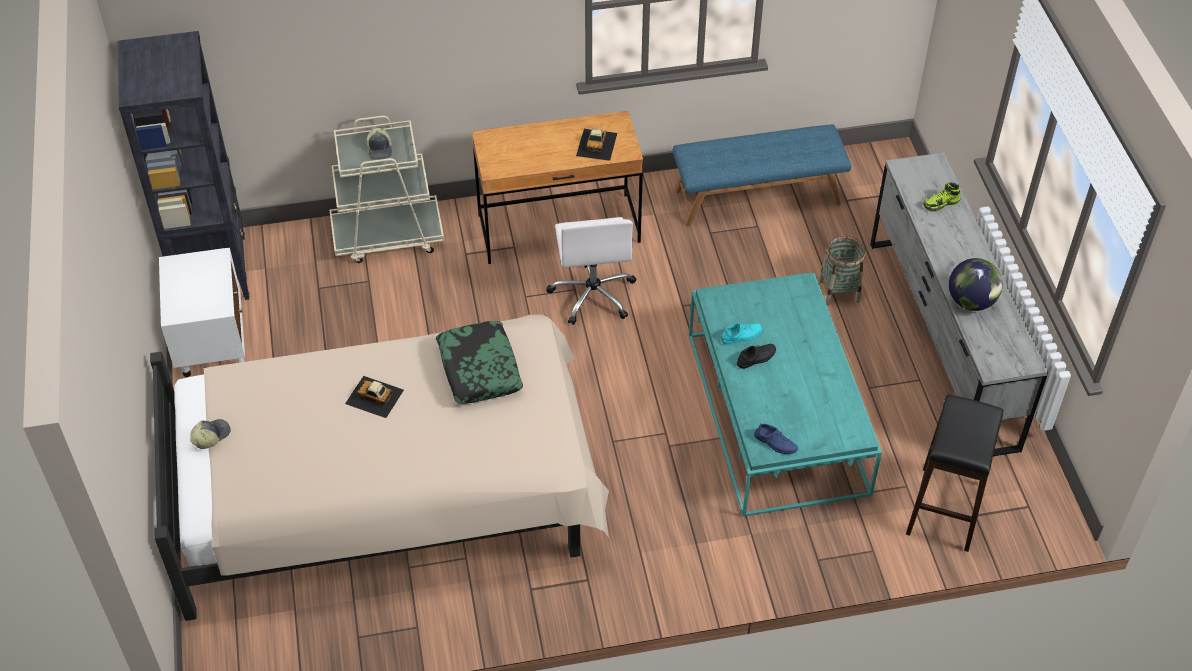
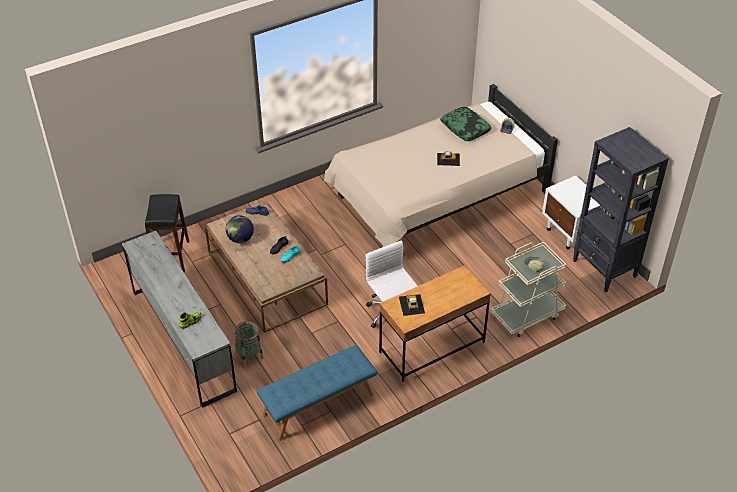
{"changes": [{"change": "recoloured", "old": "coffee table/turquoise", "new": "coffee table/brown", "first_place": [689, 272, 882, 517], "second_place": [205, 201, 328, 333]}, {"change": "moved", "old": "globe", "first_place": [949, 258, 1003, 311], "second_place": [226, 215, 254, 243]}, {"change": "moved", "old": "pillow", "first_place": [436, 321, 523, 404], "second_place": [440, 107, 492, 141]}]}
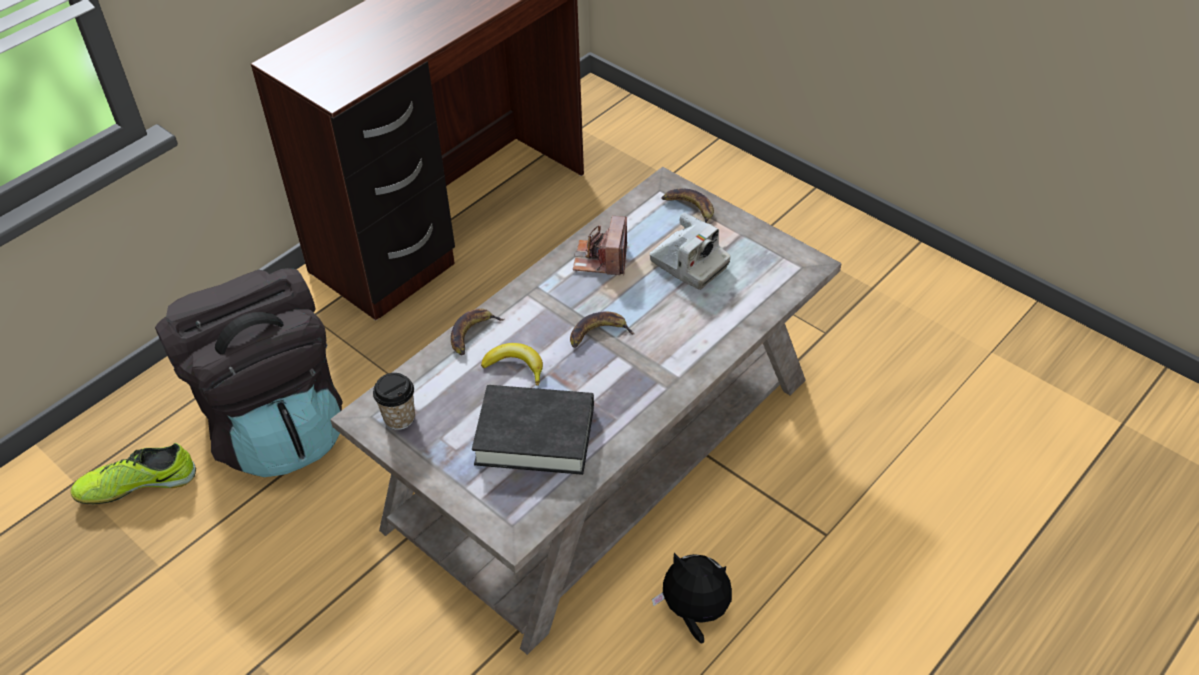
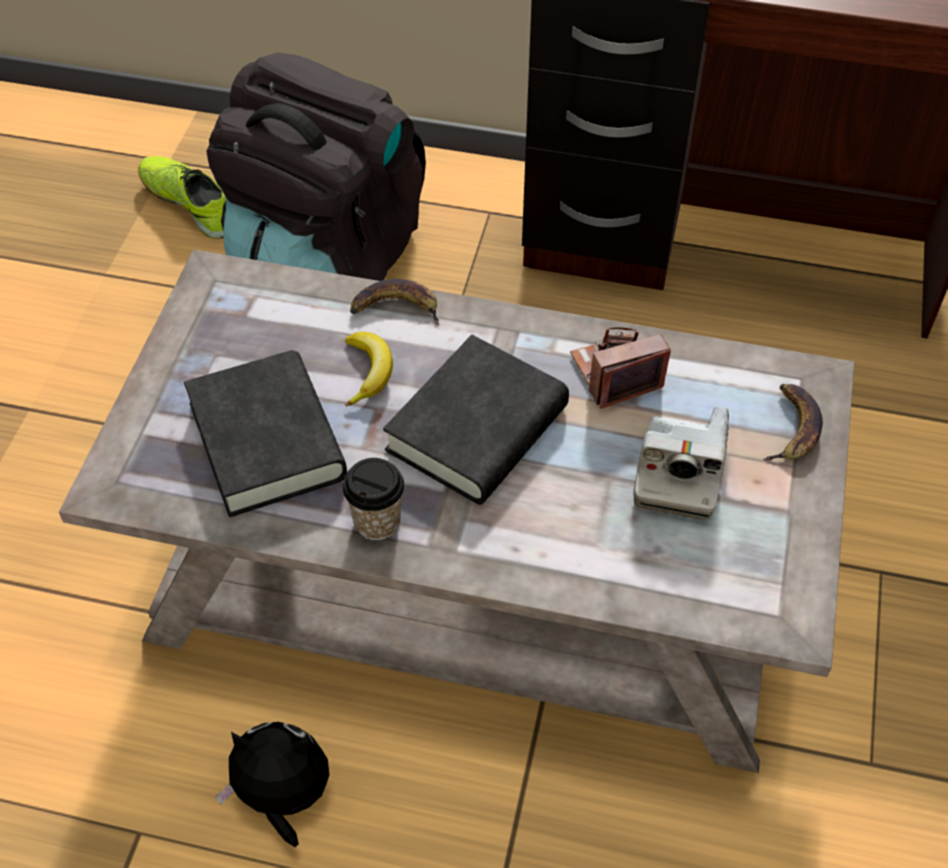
{"changes": [{"change": "turned", "old": "plush toy", "first_place": [652, 553, 732, 644], "second_place": [215, 722, 329, 847], "degrees": -75}, {"change": "moved", "old": "cup", "first_place": [373, 373, 415, 430], "second_place": [343, 458, 404, 540]}, {"change": "replaced", "old": "banana", "new": "book/black", "first_place": [570, 311, 634, 348], "second_place": [383, 335, 569, 505]}]}
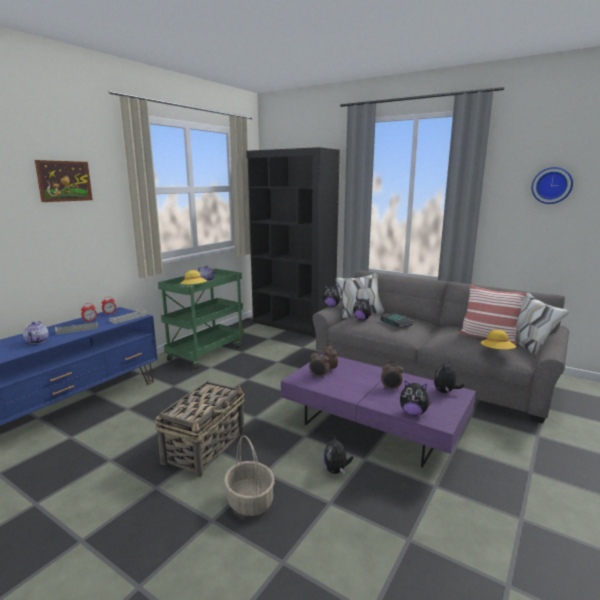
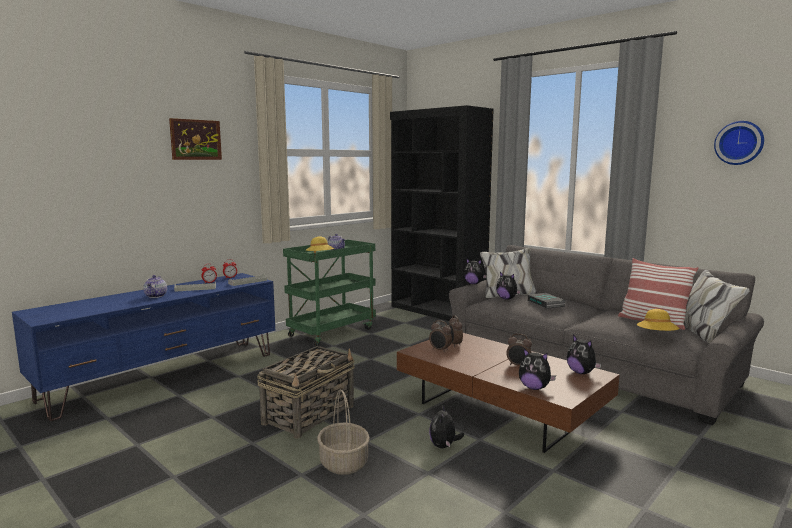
{"changes": [{"change": "recoloured", "old": "coffee table/purple", "new": "coffee table/brown", "first_place": [281, 354, 476, 468], "second_place": [397, 333, 620, 453]}, {"change": "turned", "old": "plush toy", "first_place": [434, 359, 464, 393], "second_place": [567, 335, 601, 374], "degrees": -75}]}
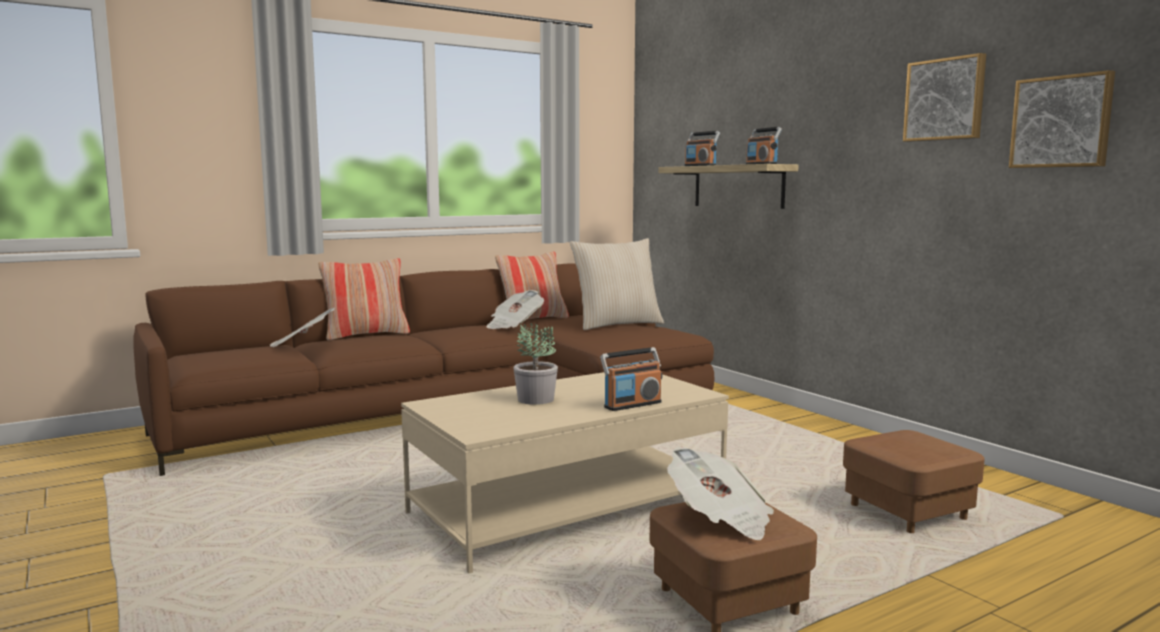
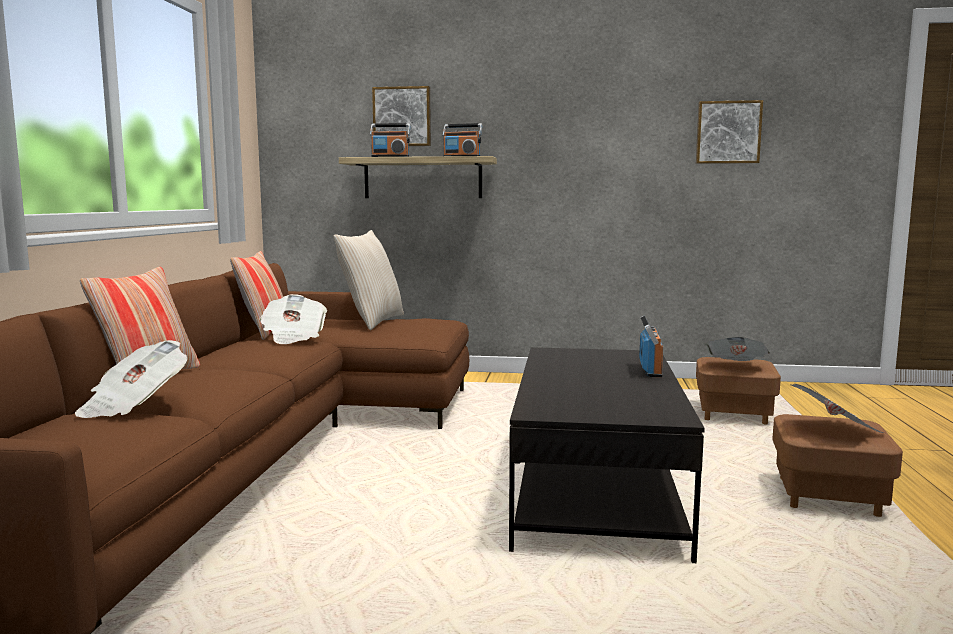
{"changes": [{"change": "moved", "old": "picture", "first_place": [903, 53, 986, 142], "second_place": [372, 86, 431, 146]}, {"change": "recoloured", "old": "coffee table/beige", "new": "coffee table/black", "first_place": [401, 372, 729, 573], "second_place": [509, 347, 705, 563]}, {"change": "added", "new": "newspaper", "second_place": [704, 337, 770, 361]}, {"change": "removed", "old": "potted plant", "first_place": [513, 322, 558, 405]}]}
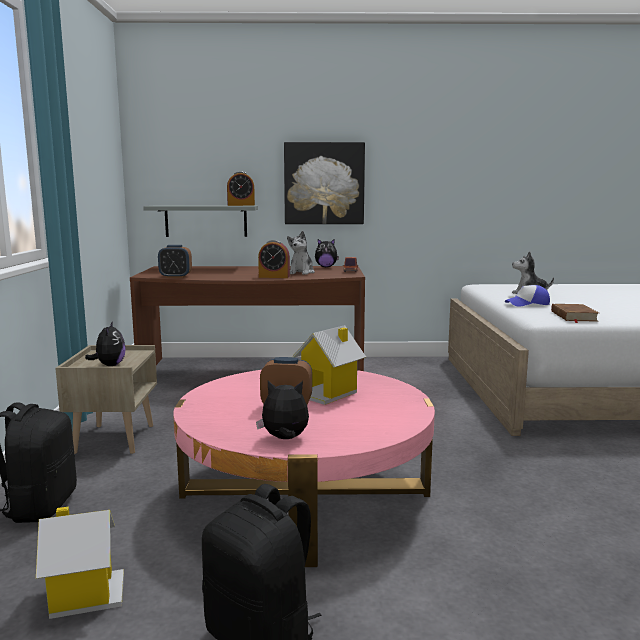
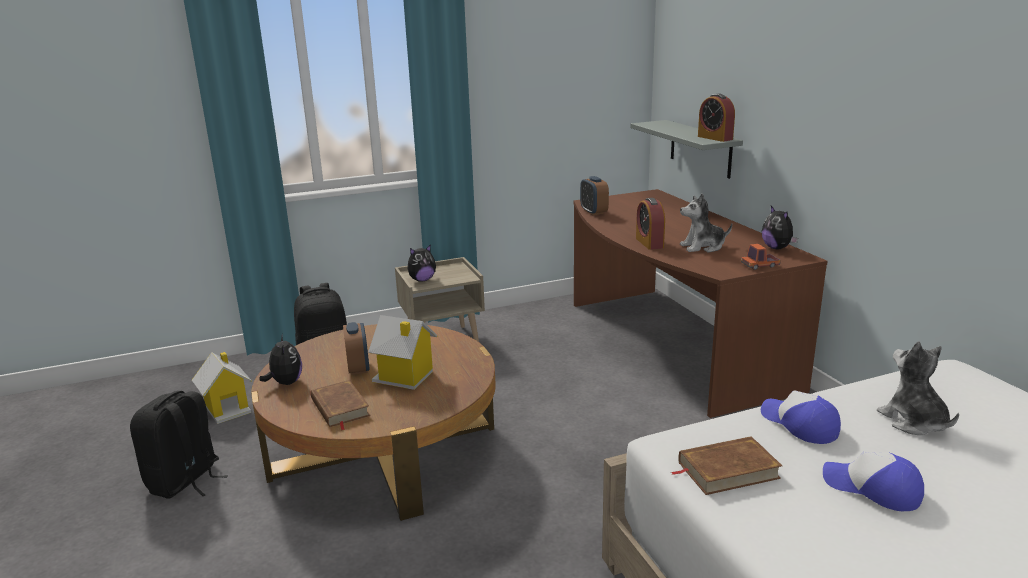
{"changes": [{"change": "recoloured", "old": "coffee table/pink", "new": "coffee table/brown", "first_place": [173, 370, 435, 567], "second_place": [251, 324, 496, 521]}, {"change": "added", "new": "book/brown", "second_place": [311, 380, 370, 431]}, {"change": "added", "new": "cap", "second_place": [823, 452, 924, 511]}, {"change": "removed", "old": "picture", "first_place": [284, 142, 365, 224]}]}
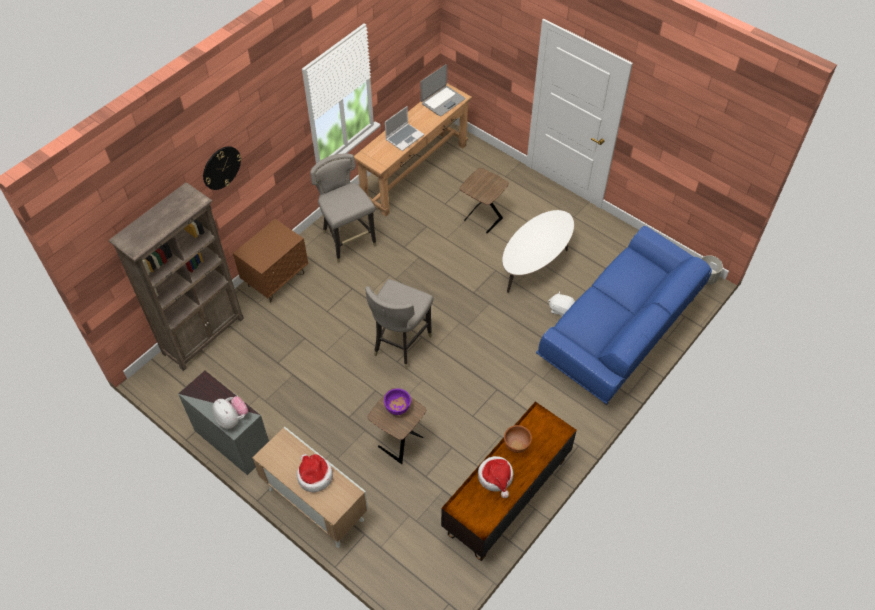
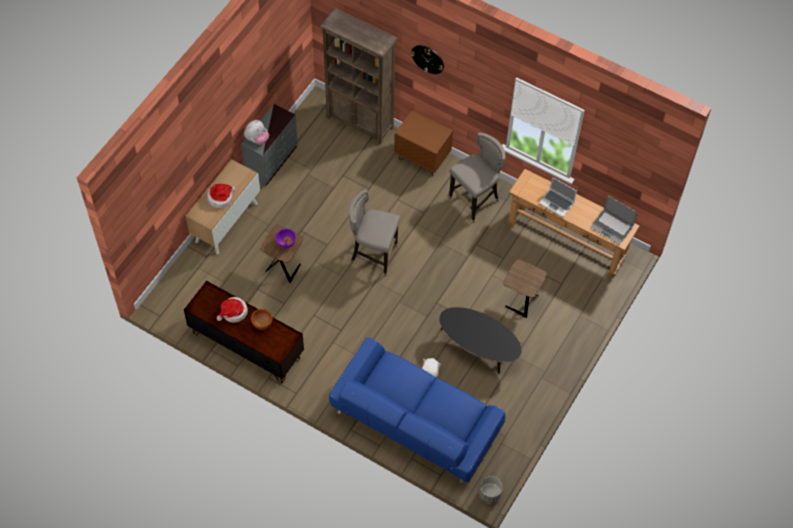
{"changes": [{"change": "recoloured", "old": "coffee table/white", "new": "coffee table/black", "first_place": [502, 210, 574, 293], "second_place": [439, 307, 522, 374]}]}
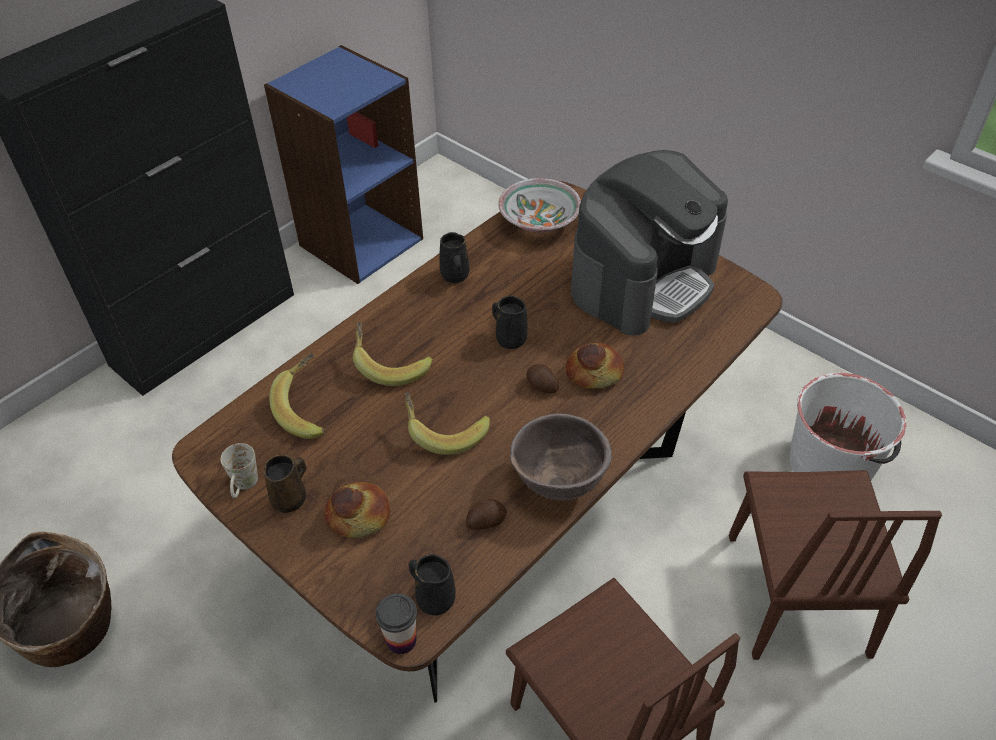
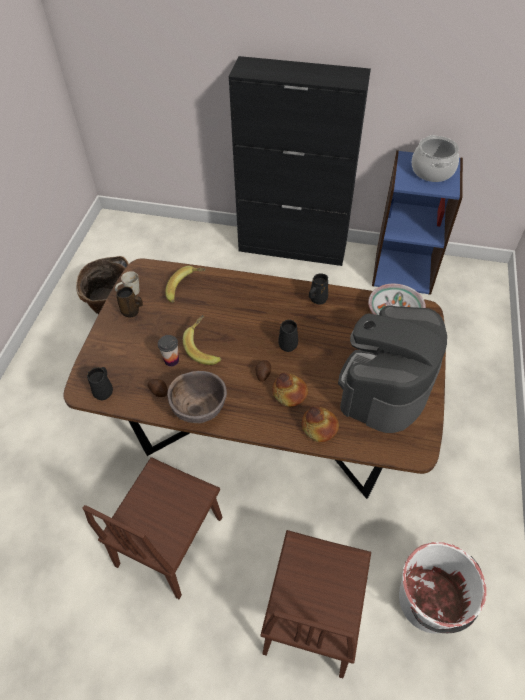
{"changes": [{"change": "moved", "old": "cup", "first_place": [375, 594, 417, 654], "second_place": [158, 335, 179, 367]}, {"change": "turned", "old": "chair/brown", "first_place": [729, 470, 942, 660], "second_place": [261, 530, 371, 678], "degrees": -45}, {"change": "moved", "old": "bread", "first_place": [324, 482, 390, 538], "second_place": [302, 406, 339, 442]}, {"change": "turned", "old": "coffee machine", "first_place": [571, 150, 728, 336], "second_place": [338, 305, 447, 433], "degrees": 105}, {"change": "added", "new": "cooking pot", "second_place": [412, 135, 459, 182]}, {"change": "removed", "old": "banana", "first_place": [353, 322, 433, 386]}]}
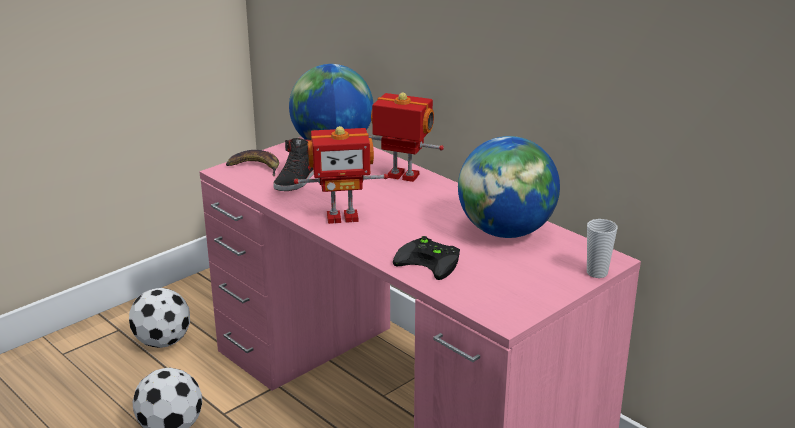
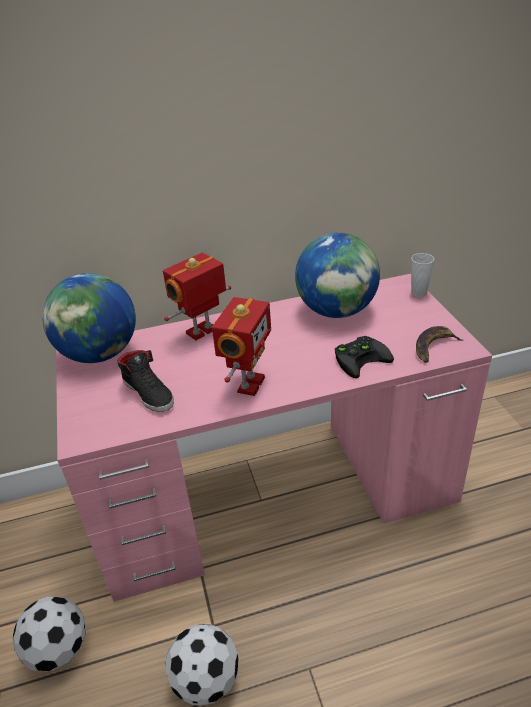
{"changes": [{"change": "moved", "old": "banana", "first_place": [226, 150, 279, 176], "second_place": [416, 326, 463, 363]}]}
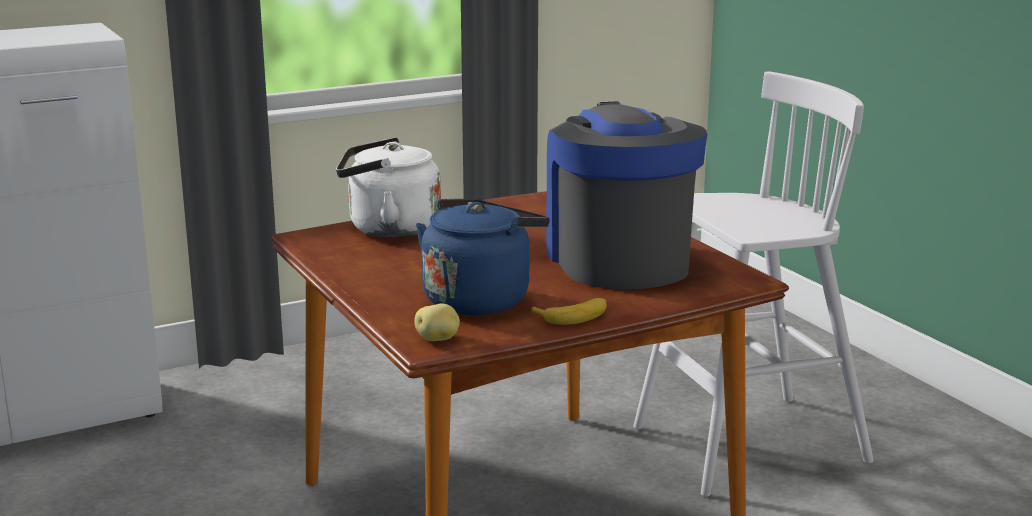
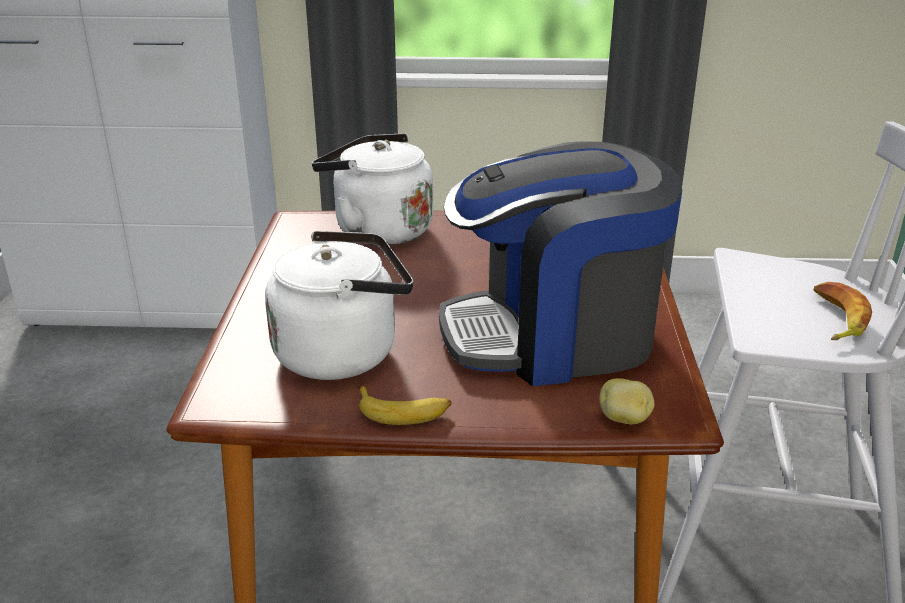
{"changes": [{"change": "recoloured", "old": "kettle/blue", "new": "kettle/white", "first_place": [416, 199, 550, 315], "second_place": [265, 231, 413, 380]}, {"change": "turned", "old": "coffee machine", "first_place": [546, 101, 707, 289], "second_place": [439, 141, 682, 386], "degrees": -120}, {"change": "moved", "old": "potato", "first_place": [414, 303, 460, 341], "second_place": [599, 378, 654, 424]}, {"change": "added", "new": "banana", "second_place": [814, 282, 872, 340]}]}
